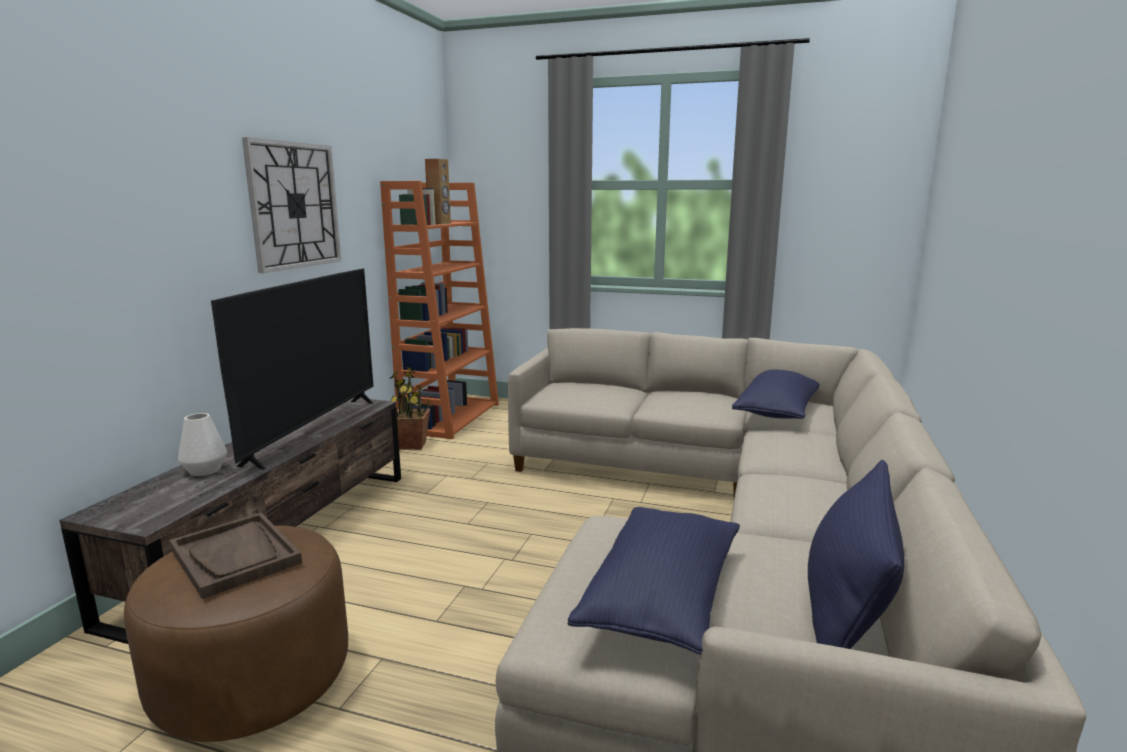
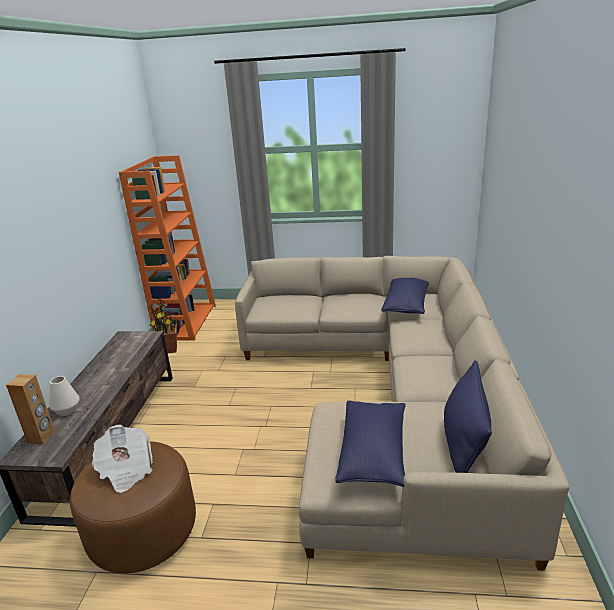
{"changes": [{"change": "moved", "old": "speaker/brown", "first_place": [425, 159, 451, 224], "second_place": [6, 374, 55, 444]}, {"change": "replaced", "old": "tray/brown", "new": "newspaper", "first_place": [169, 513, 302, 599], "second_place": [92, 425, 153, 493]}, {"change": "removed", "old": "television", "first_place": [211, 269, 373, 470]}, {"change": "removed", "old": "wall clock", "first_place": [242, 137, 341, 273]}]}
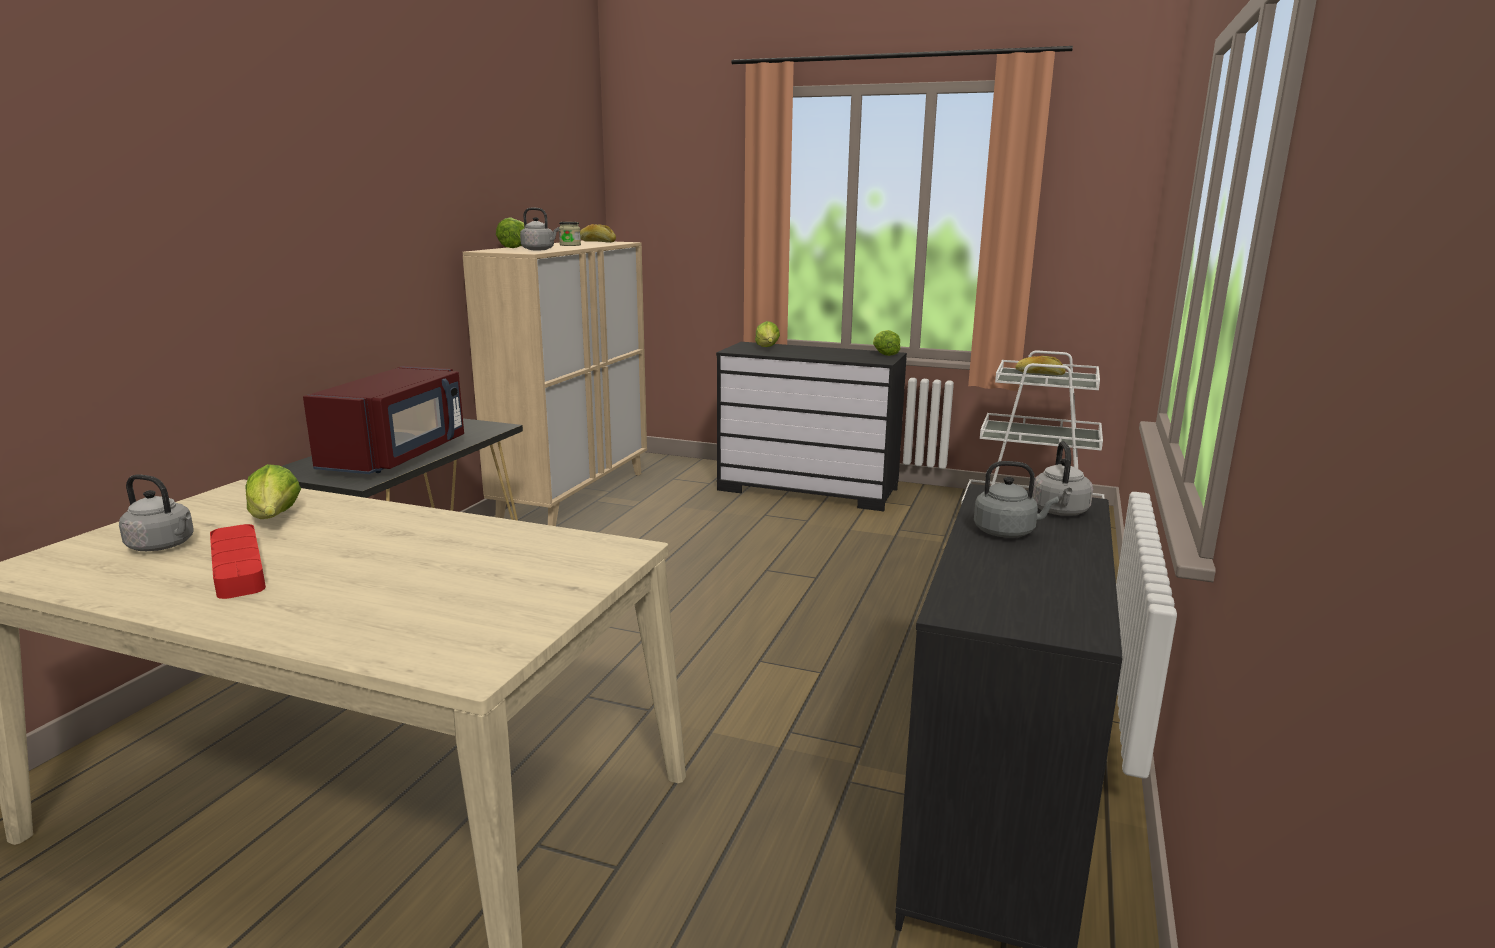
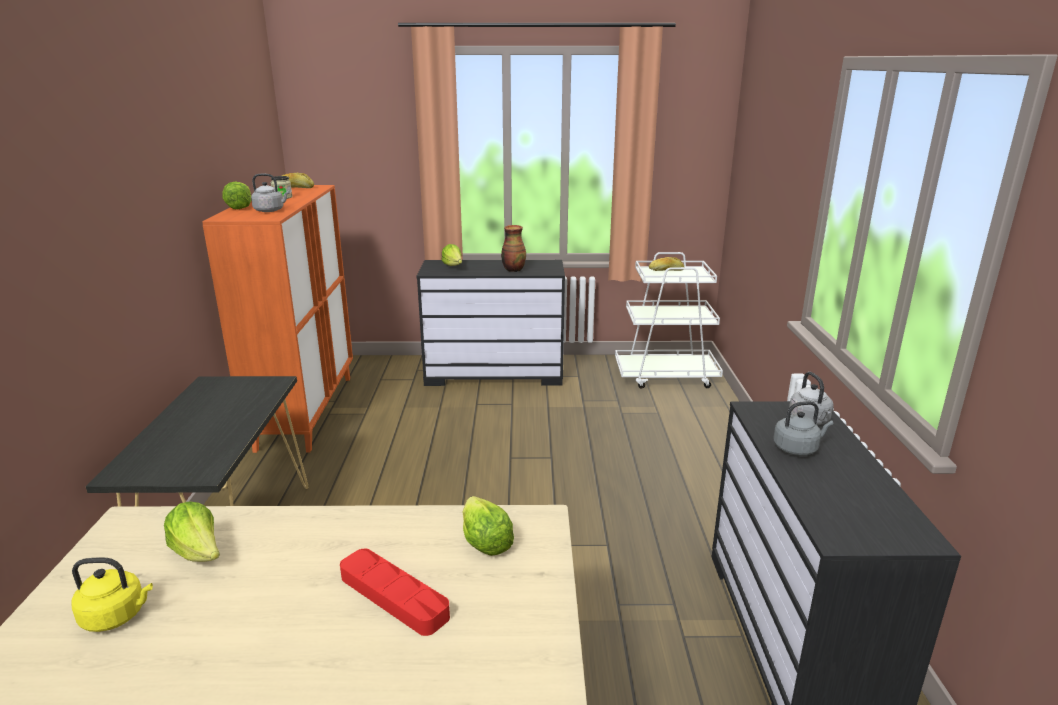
{"changes": [{"change": "recoloured", "old": "kettle/grey", "new": "kettle/yellow", "first_place": [119, 475, 194, 551], "second_place": [71, 558, 153, 632]}, {"change": "recoloured", "old": "cabinet/beige", "new": "cabinet/orange", "first_place": [463, 241, 647, 526], "second_place": [202, 185, 353, 453]}, {"change": "moved", "old": "tray/red", "first_place": [210, 524, 266, 599], "second_place": [340, 549, 450, 636]}, {"change": "moved", "old": "lettuce", "first_place": [873, 330, 900, 356], "second_place": [463, 496, 514, 556]}, {"change": "added", "new": "vase", "second_place": [501, 225, 526, 272]}, {"change": "removed", "old": "microwave/red", "first_place": [303, 366, 464, 474]}]}
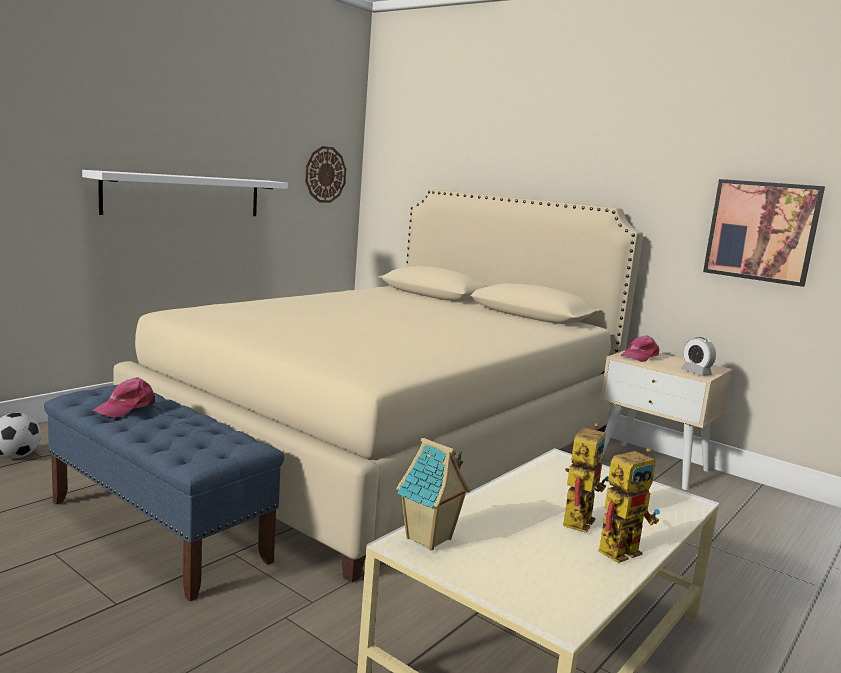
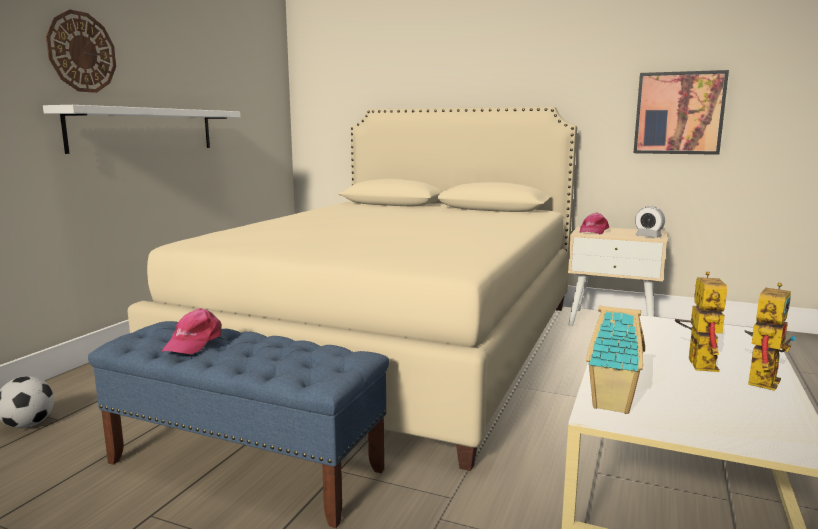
{"changes": [{"change": "moved", "old": "wall clock", "first_place": [305, 146, 346, 203], "second_place": [46, 9, 116, 93]}]}
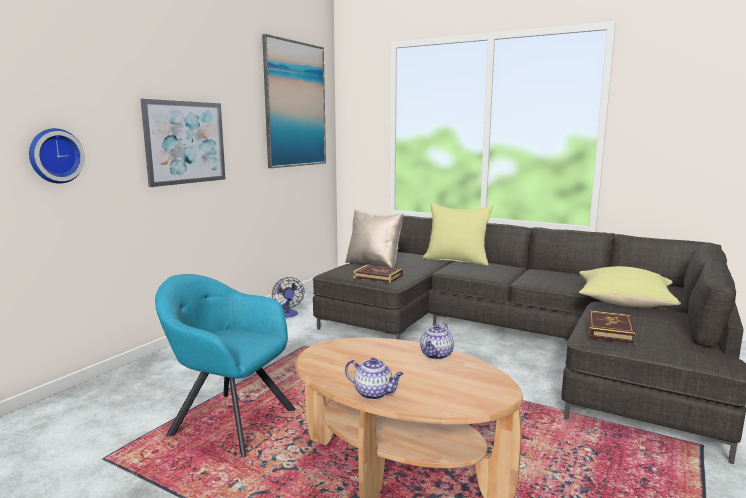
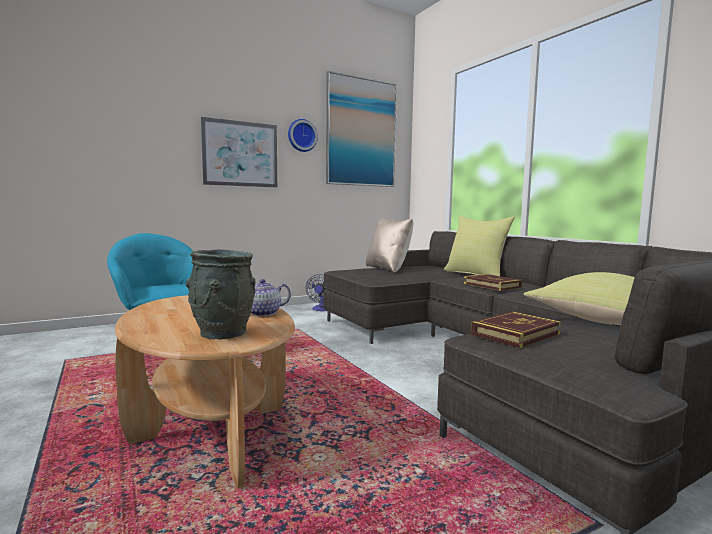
{"changes": [{"change": "added", "new": "vase/grey", "second_place": [186, 250, 256, 340]}, {"change": "moved", "old": "wall clock", "first_place": [29, 128, 85, 184], "second_place": [288, 119, 318, 152]}, {"change": "moved", "old": "book", "first_place": [353, 265, 403, 283], "second_place": [464, 274, 522, 291]}, {"change": "removed", "old": "teapot", "first_place": [345, 358, 403, 400]}]}
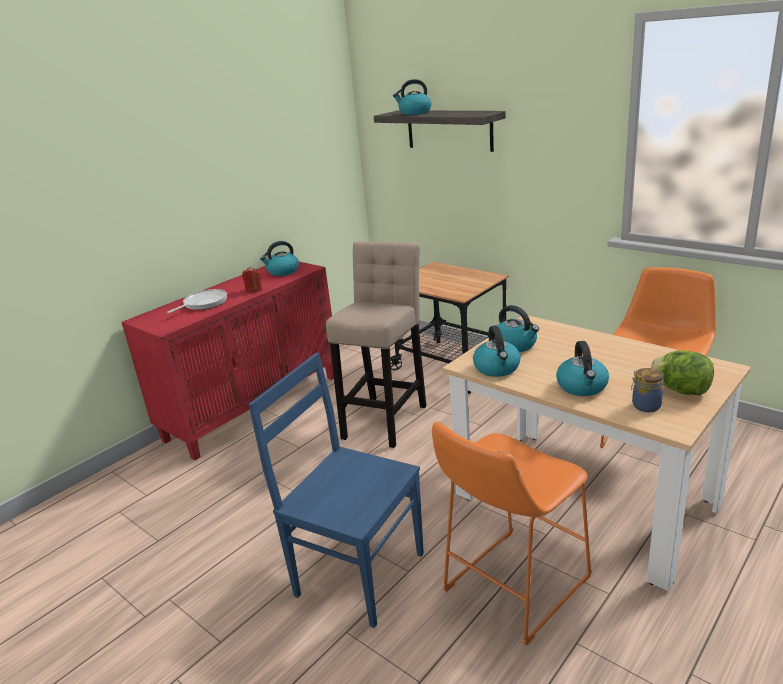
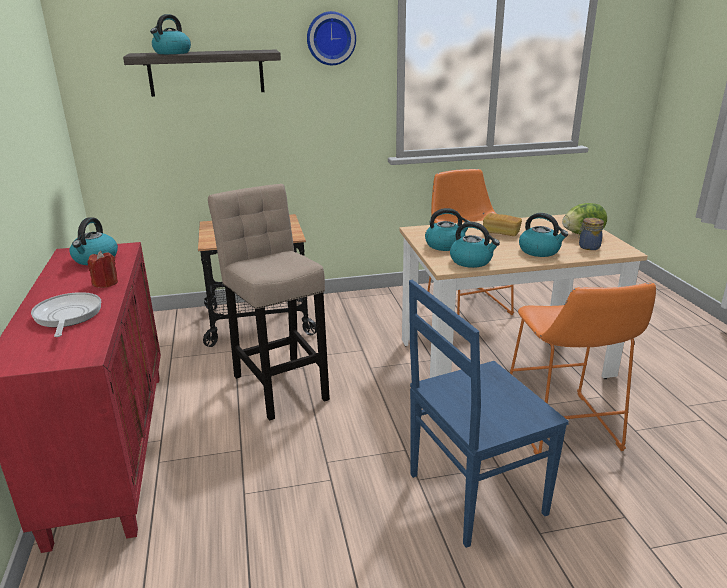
{"changes": [{"change": "added", "new": "wall clock", "second_place": [307, 11, 356, 65]}, {"change": "added", "new": "bread", "second_place": [483, 213, 522, 236]}]}
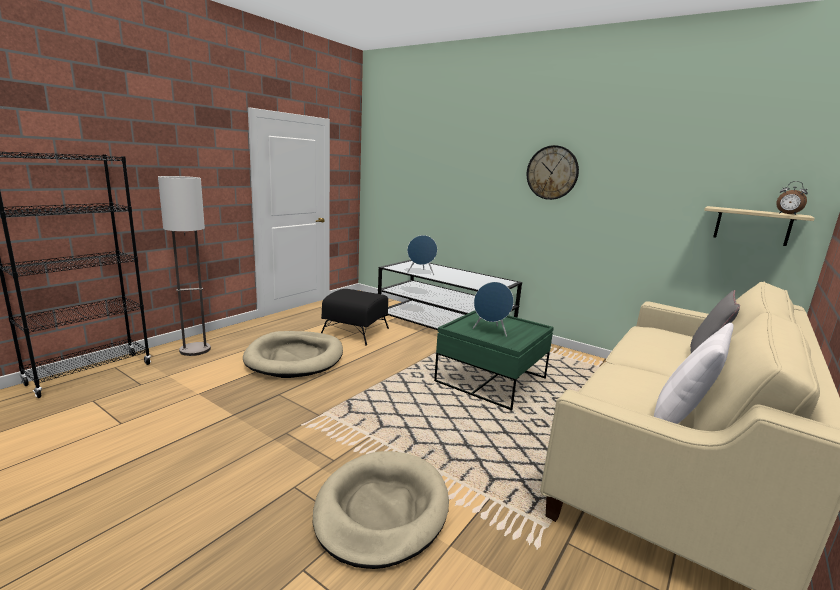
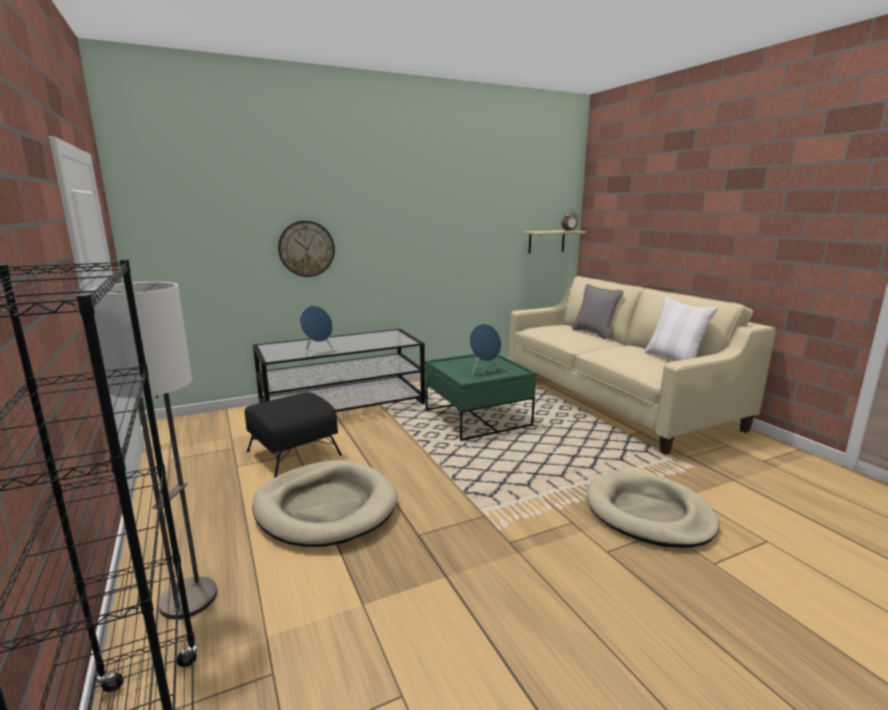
{"changes": [{"change": "moved", "old": "wall clock", "first_place": [527, 145, 579, 200], "second_place": [278, 221, 335, 277]}]}
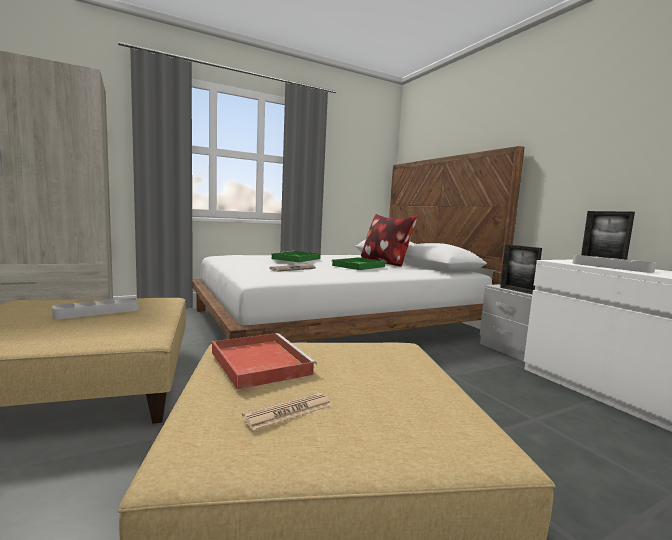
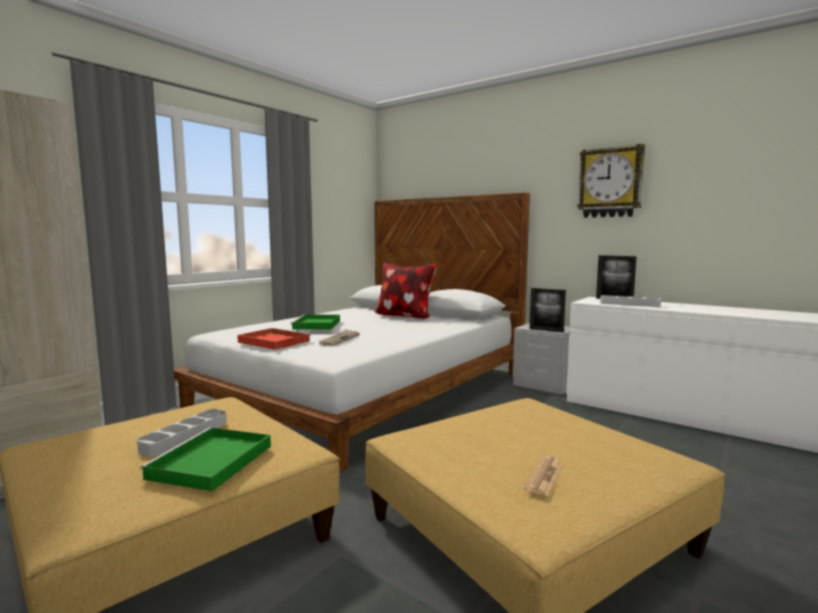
{"changes": [{"change": "moved", "old": "tray/green", "first_place": [331, 257, 385, 270], "second_place": [140, 427, 271, 491]}, {"change": "moved", "old": "tray/red", "first_place": [212, 333, 317, 390], "second_place": [237, 328, 311, 350]}, {"change": "added", "new": "wall clock", "second_place": [577, 144, 645, 218]}]}
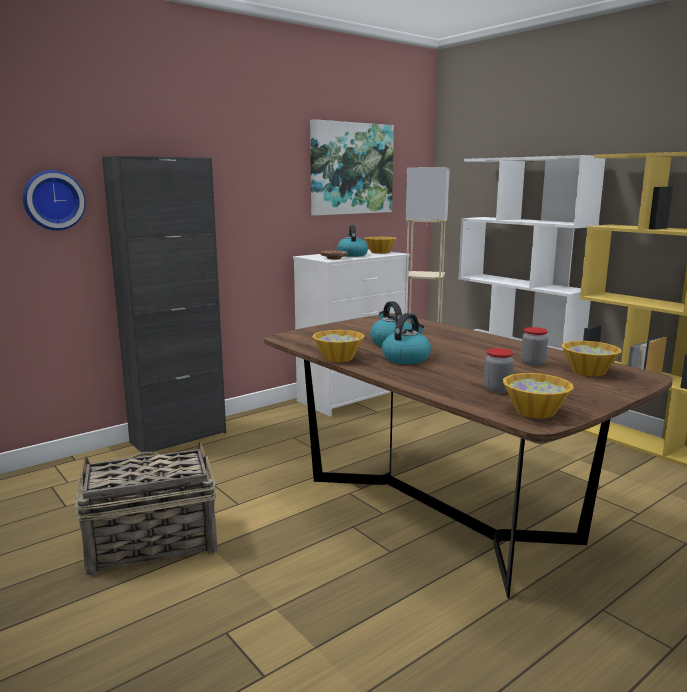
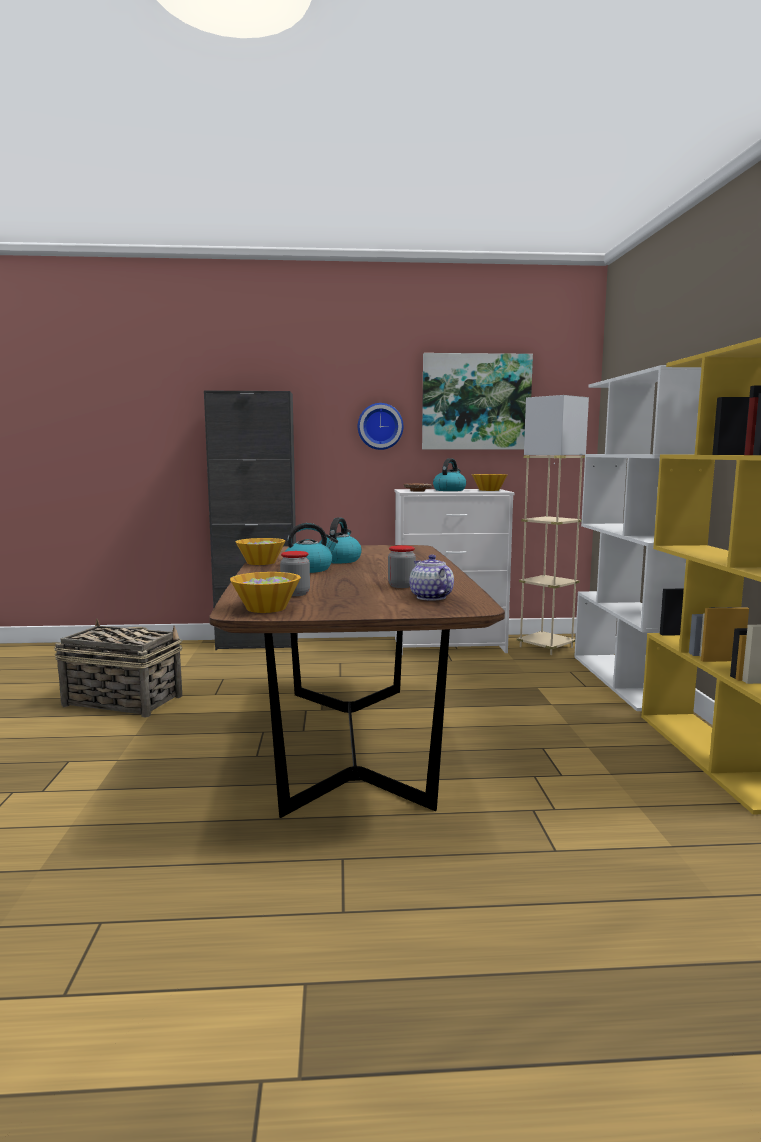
{"changes": [{"change": "moved", "old": "wall clock", "first_place": [23, 170, 86, 230], "second_place": [358, 403, 403, 450]}, {"change": "replaced", "old": "bowl", "new": "teapot", "first_place": [562, 341, 622, 376], "second_place": [409, 555, 454, 601]}]}
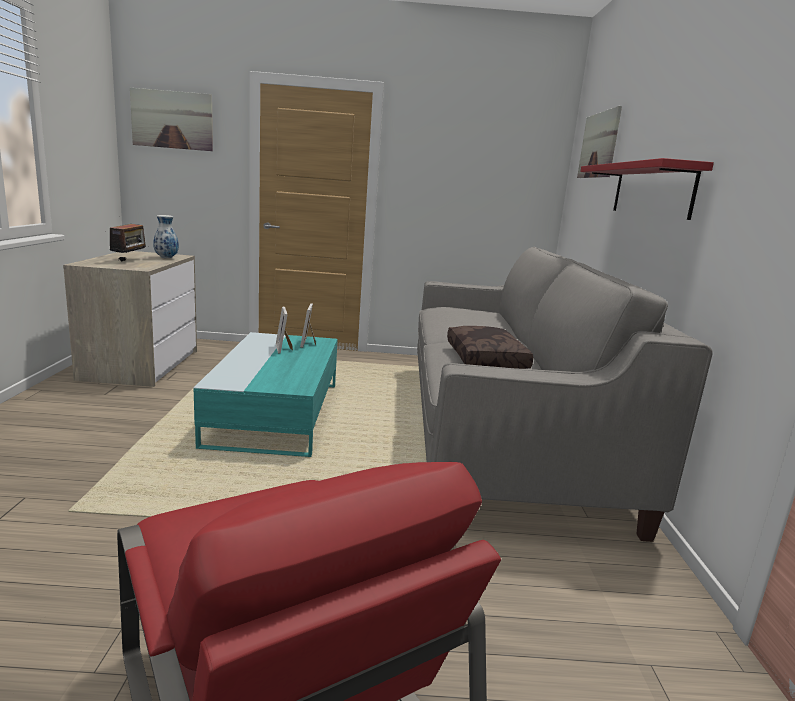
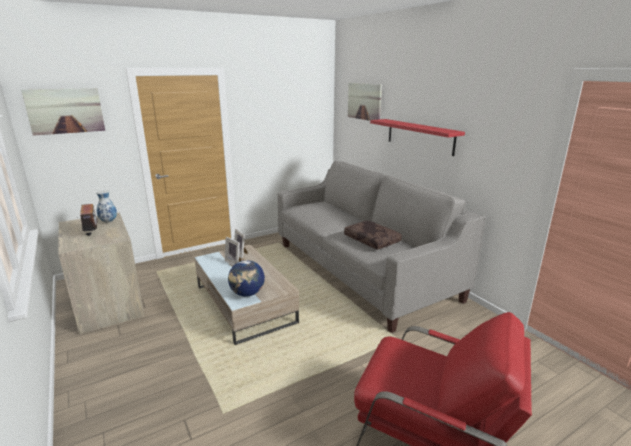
{"changes": [{"change": "recoloured", "old": "coffee table/turquoise", "new": "coffee table/beige", "first_place": [194, 332, 338, 457], "second_place": [195, 245, 299, 345]}, {"change": "added", "new": "globe", "second_place": [228, 260, 265, 297]}]}
